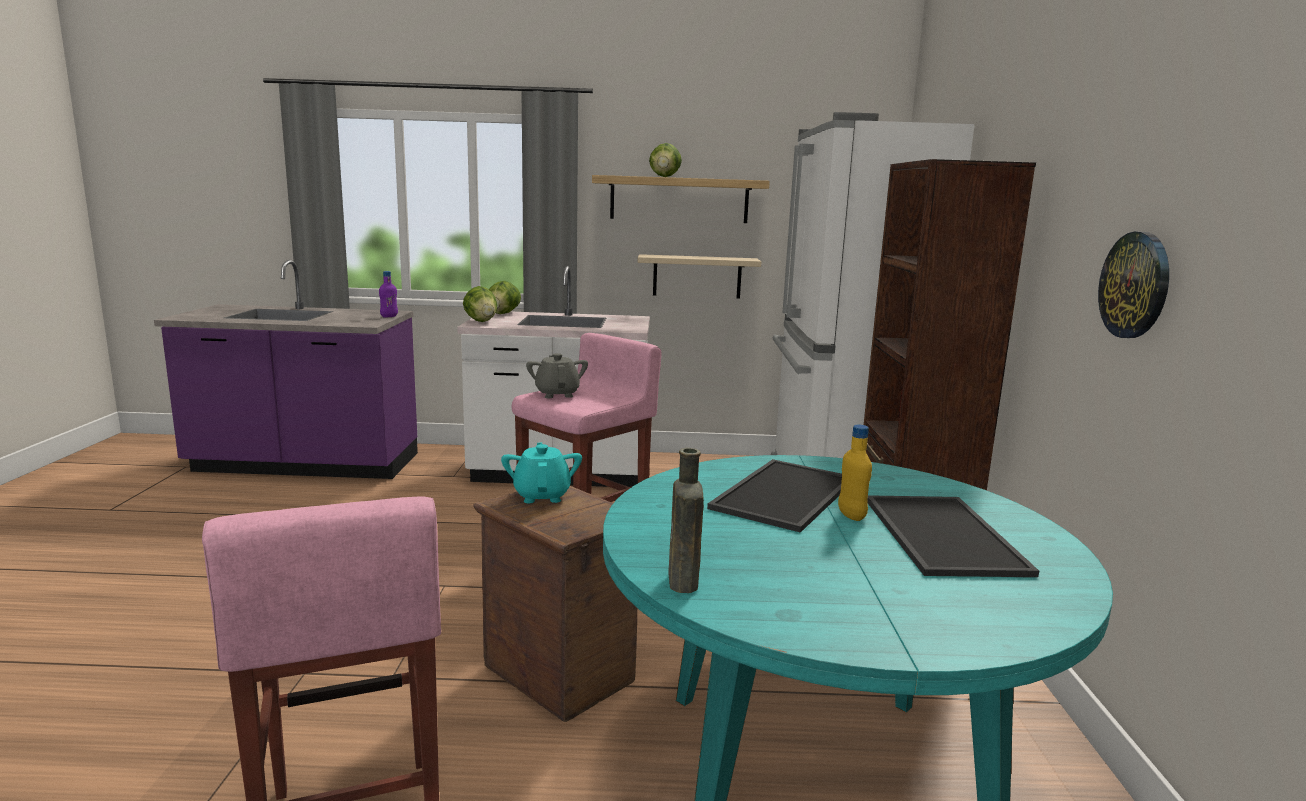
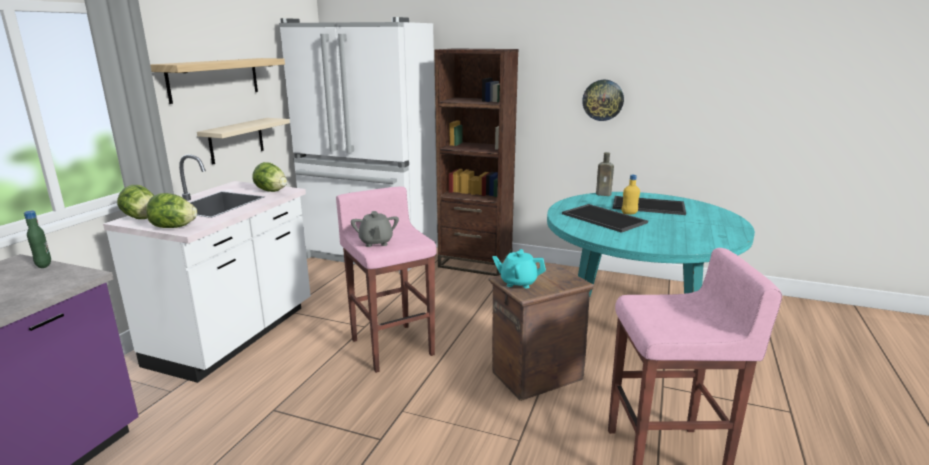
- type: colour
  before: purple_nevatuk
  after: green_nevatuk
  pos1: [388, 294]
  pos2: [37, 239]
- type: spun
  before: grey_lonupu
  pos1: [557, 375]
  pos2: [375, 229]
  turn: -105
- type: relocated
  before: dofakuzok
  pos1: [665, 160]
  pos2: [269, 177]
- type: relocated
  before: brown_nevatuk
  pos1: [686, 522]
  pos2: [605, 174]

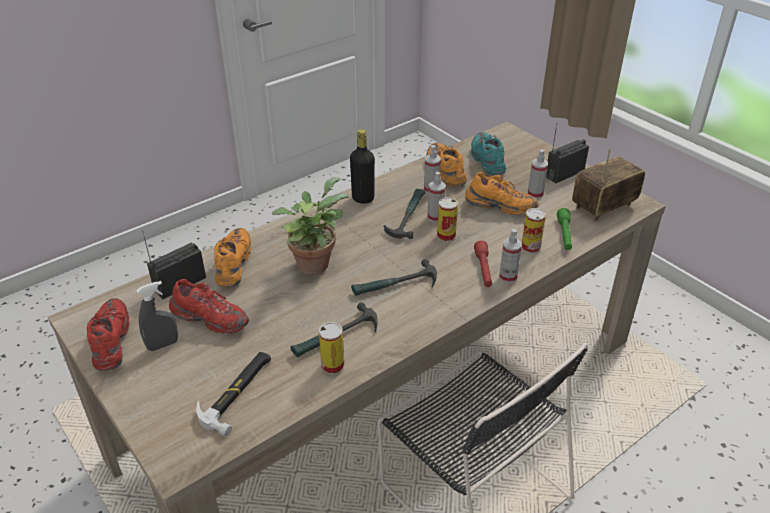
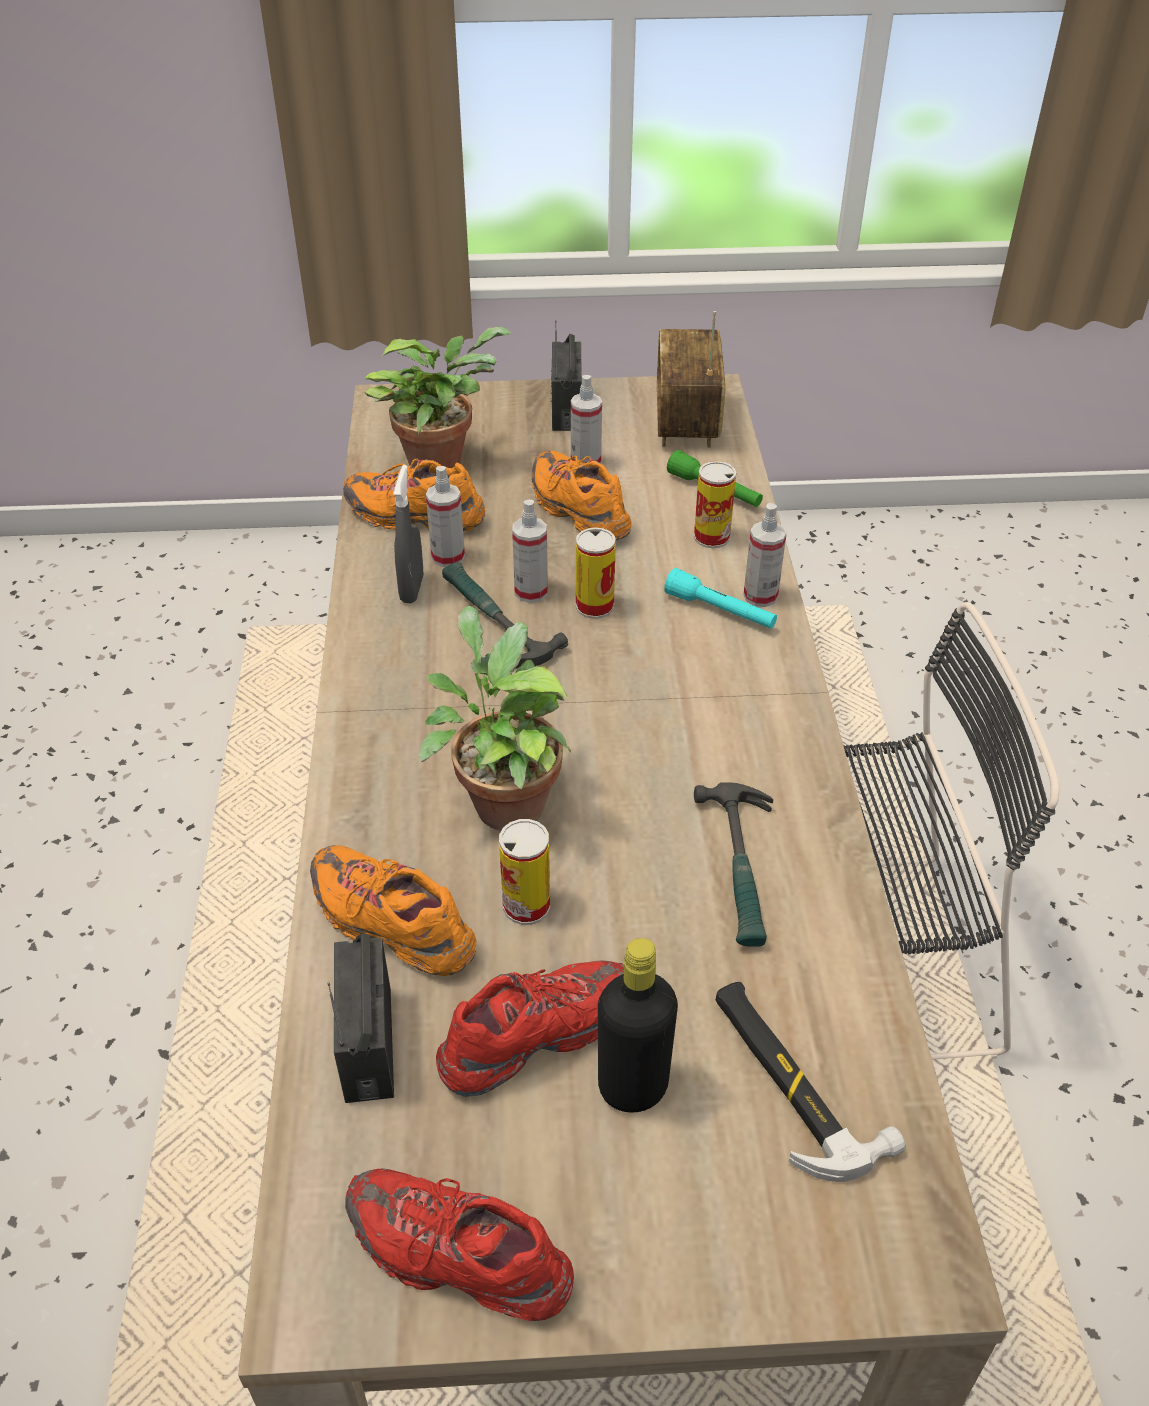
- type: relocated
  before: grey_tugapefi
  pos1: [157, 316]
  pos2: [408, 534]
- type: relocated
  before: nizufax
  pos1: [331, 348]
  pos2: [524, 872]
- type: relocated
  before: black_nevatuk
  pos1: [362, 166]
  pos2: [638, 1025]
- type: missing
  before: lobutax
  pos1: [394, 277]
- type: spun
  before: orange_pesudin
  pos1: [502, 193]
  pos2: [581, 495]
  turn: -90
- type: exchanged
  before: turquoise_pesudin
  after: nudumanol
  pos1: [488, 153]
  pos2: [438, 398]
- type: colour
  before: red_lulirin
  after: turquoise_lulirin
  pos1: [483, 263]
  pos2: [720, 598]

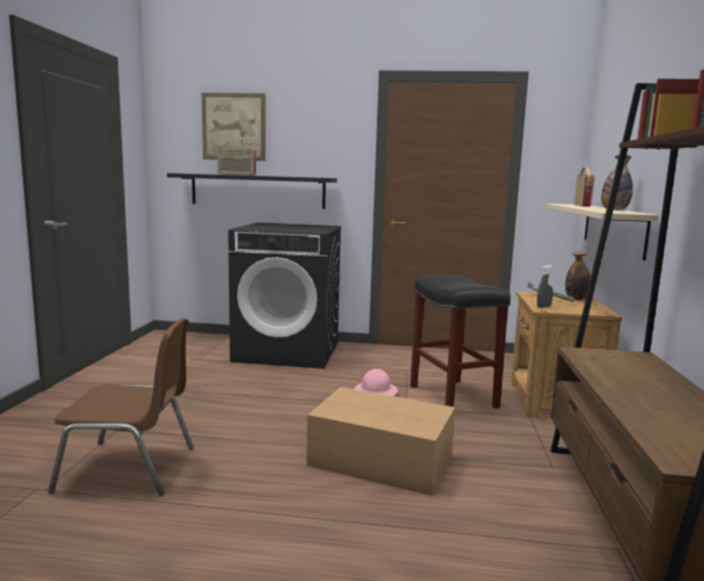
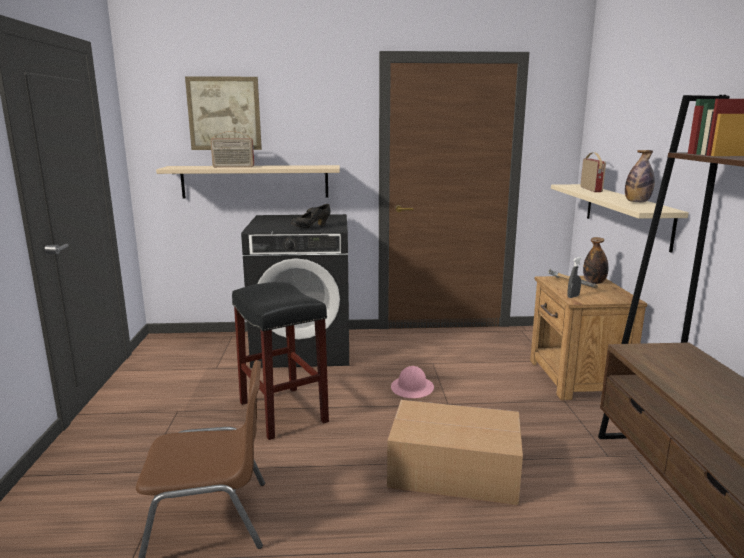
- type: colour
  before: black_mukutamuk
  after: beige_mukutamuk
  pos1: [252, 191]
  pos2: [248, 182]
- type: relocated
  before: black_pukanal
  pos1: [460, 342]
  pos2: [280, 361]
- type: appeared
  after: black_pesudin
  pos2: [310, 216]

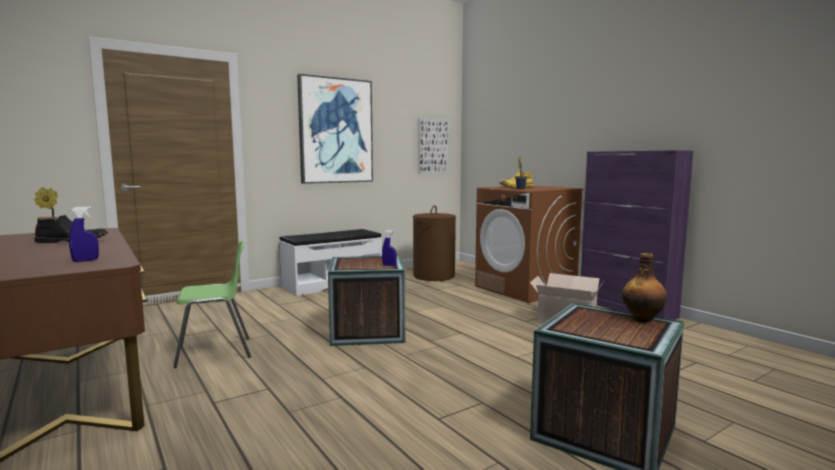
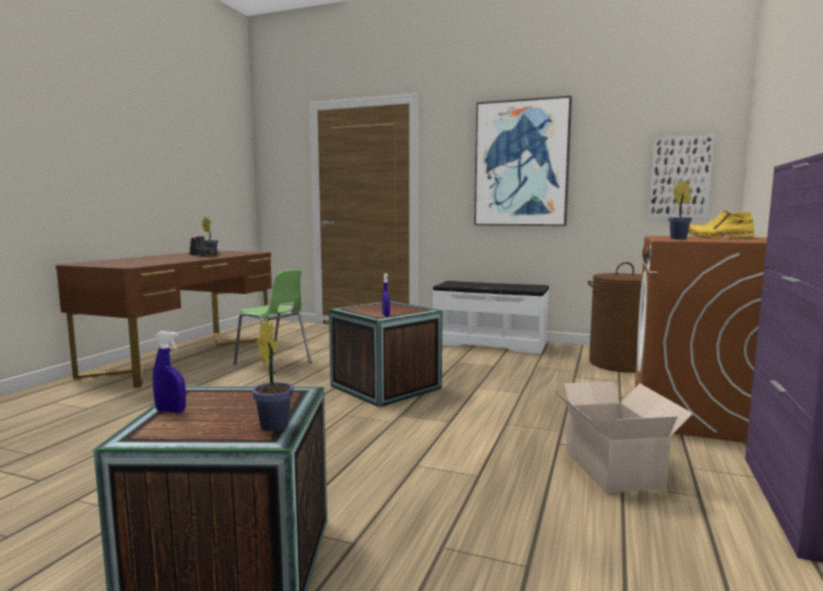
- type: relocated
  before: blue_tugapefi
  pos1: [84, 234]
  pos2: [169, 372]
- type: exchanged
  before: nevatuk
  after: nudumanol
  pos1: [644, 287]
  pos2: [272, 375]

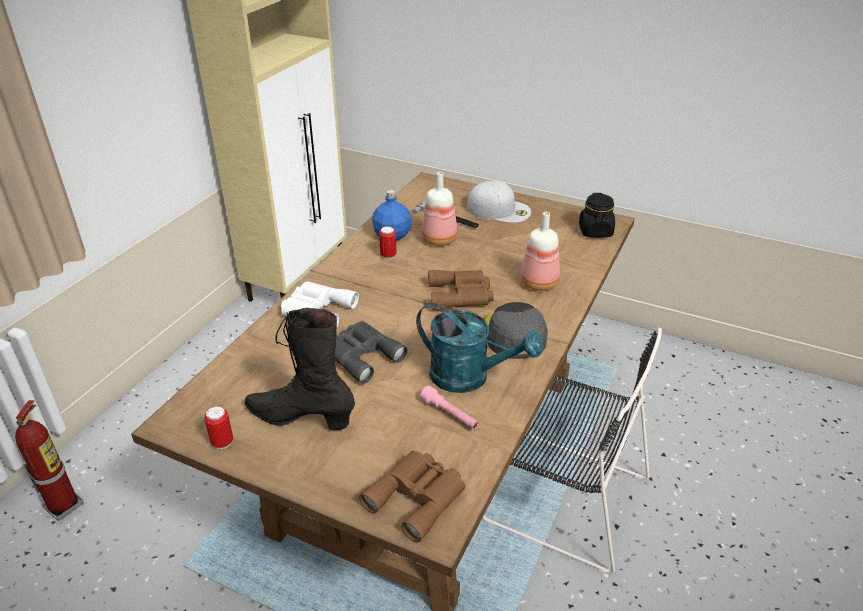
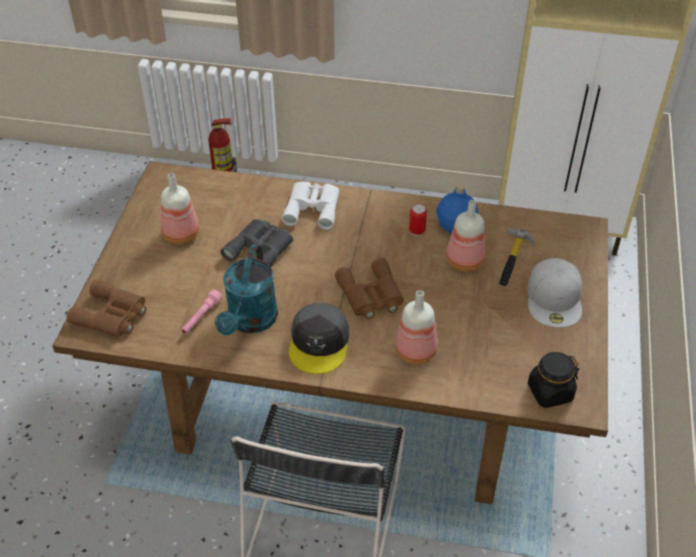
- type: missing
  before: nizufax
  pos1: [218, 427]
- type: exchanged
  before: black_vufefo
  after: nevatuk
  pos1: [300, 369]
  pos2: [180, 208]
- type: spun
  before: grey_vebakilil
  pos1: [516, 330]
  pos2: [319, 338]
  turn: 120

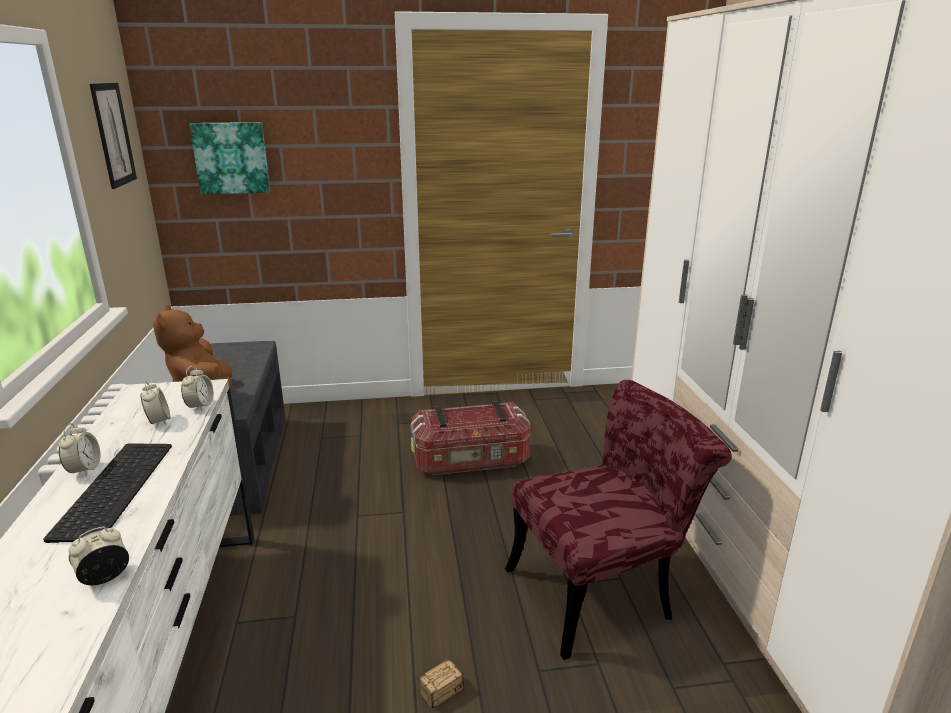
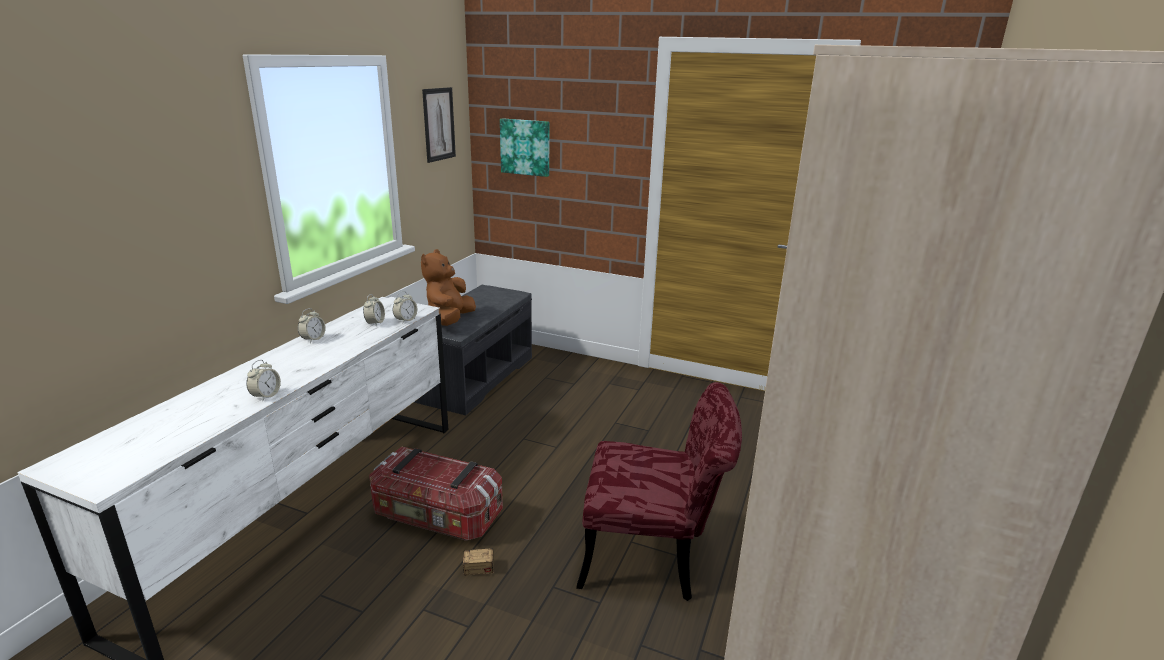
- type: missing
  before: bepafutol
  pos1: [107, 493]
- type: spun
  before: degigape
  pos1: [99, 556]
  pos2: [263, 380]
  turn: 120
- type: relocated
  before: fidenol
  pos1: [470, 438]
  pos2: [436, 493]

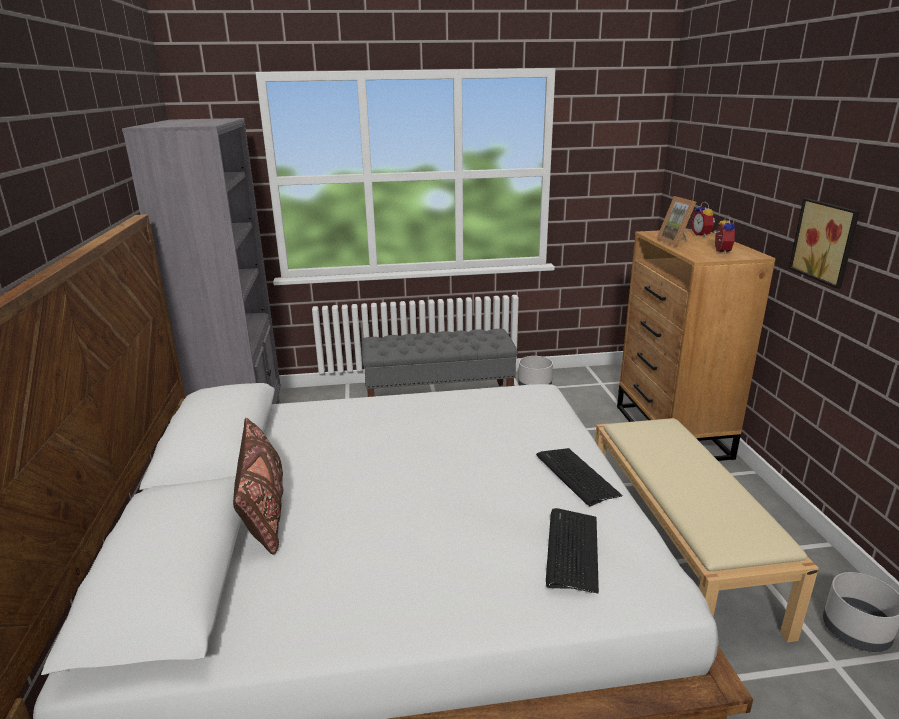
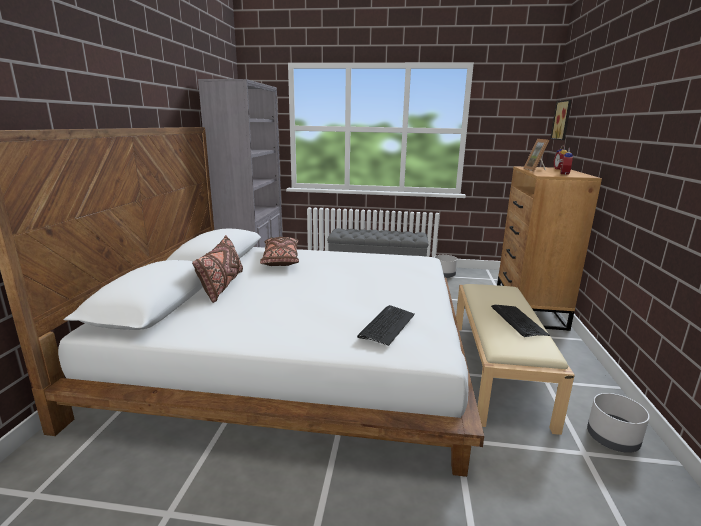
- type: relocated
  before: bepafutol
  pos1: [579, 477]
  pos2: [520, 321]
- type: relocated
  before: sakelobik
  pos1: [824, 243]
  pos2: [561, 120]
- type: appeared
  after: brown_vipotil
  pos2: [279, 251]

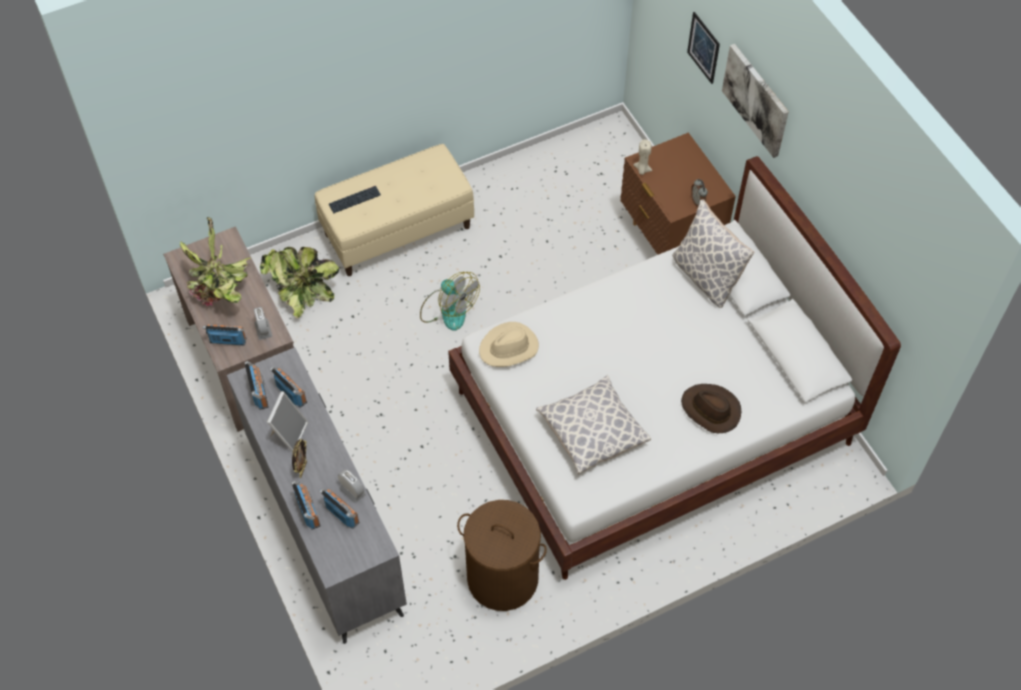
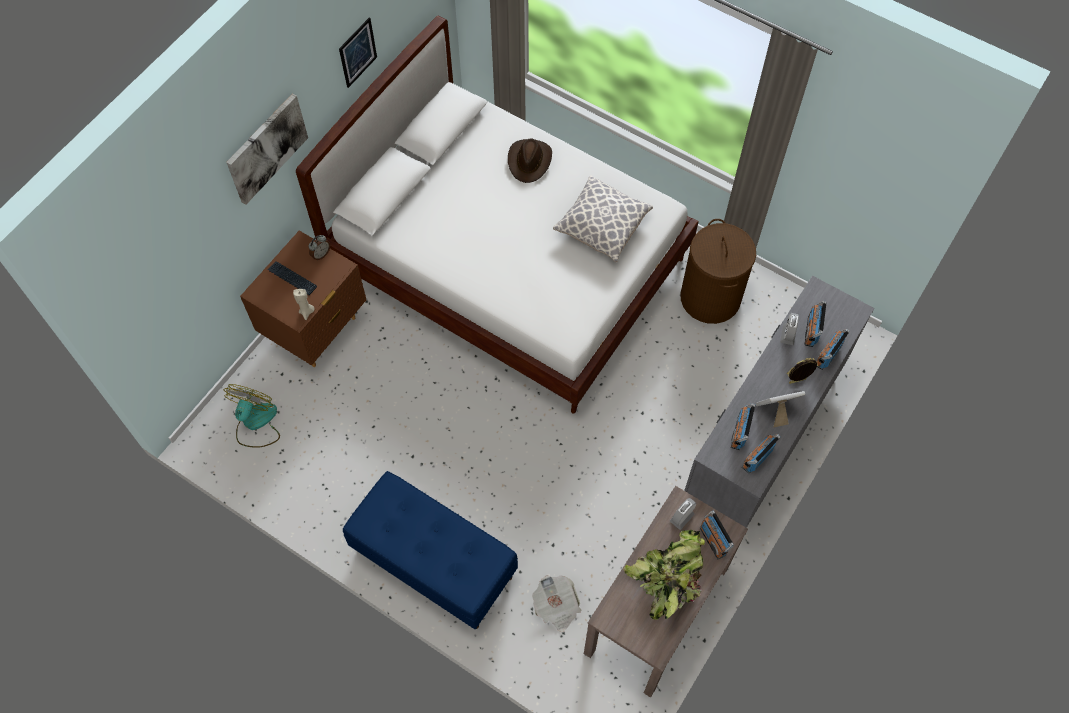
- type: exchanged
  before: nudumanol
  after: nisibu
  pos1: [299, 282]
  pos2: [556, 603]
- type: colour
  before: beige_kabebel
  after: blue_kabebel
  pos1: [394, 210]
  pos2: [430, 550]
- type: relocated
  before: bepafutol
  pos1: [355, 199]
  pos2: [292, 278]
- type: relocated
  before: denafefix
  pos1: [450, 301]
  pos2: [251, 416]
- type: missing
  before: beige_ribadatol
  pos1: [509, 344]
- type: missing
  before: vipotil
  pos1: [713, 253]
- type: relocated
  before: sakelobik
  pos1: [703, 48]
  pos2: [358, 52]

